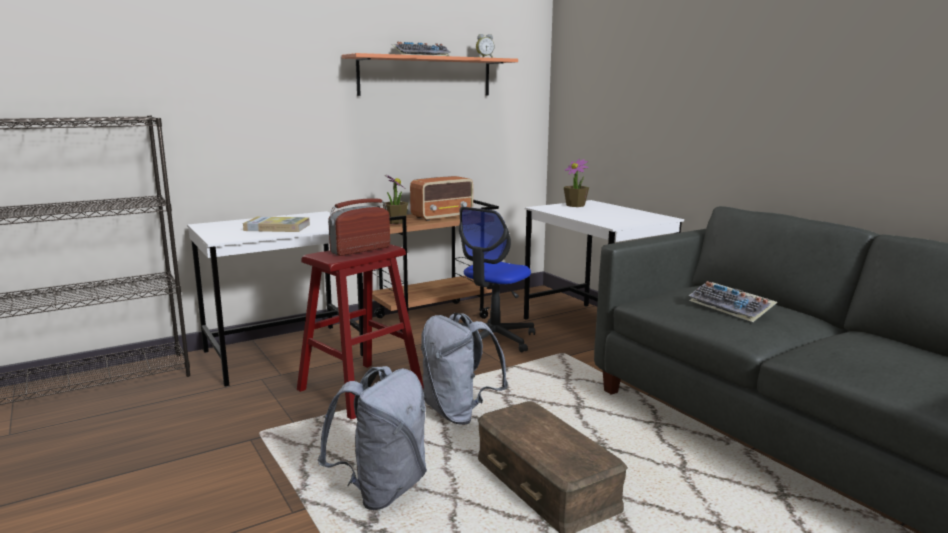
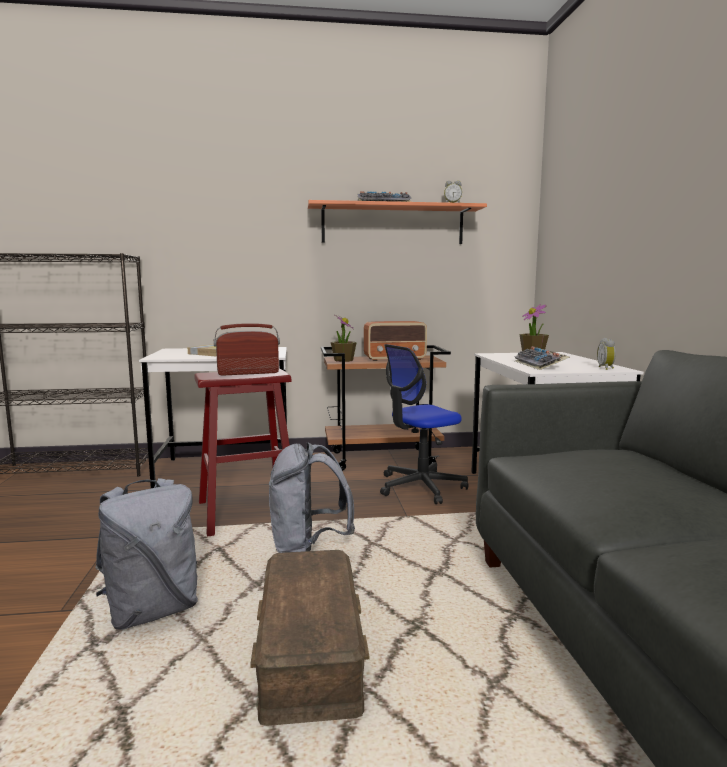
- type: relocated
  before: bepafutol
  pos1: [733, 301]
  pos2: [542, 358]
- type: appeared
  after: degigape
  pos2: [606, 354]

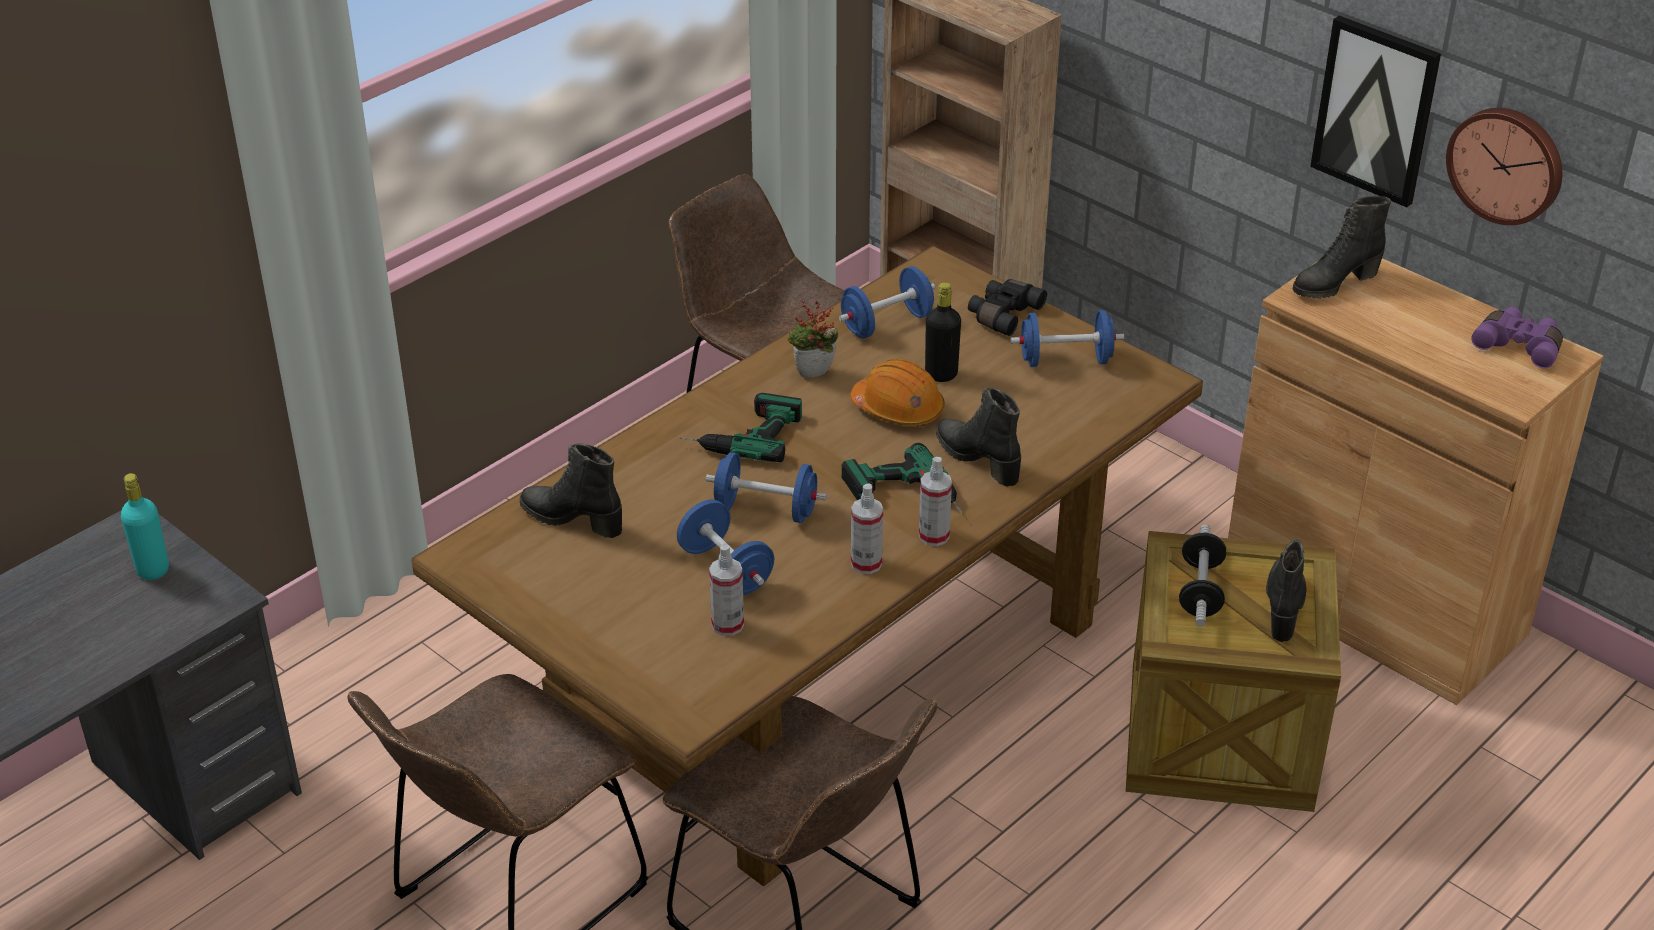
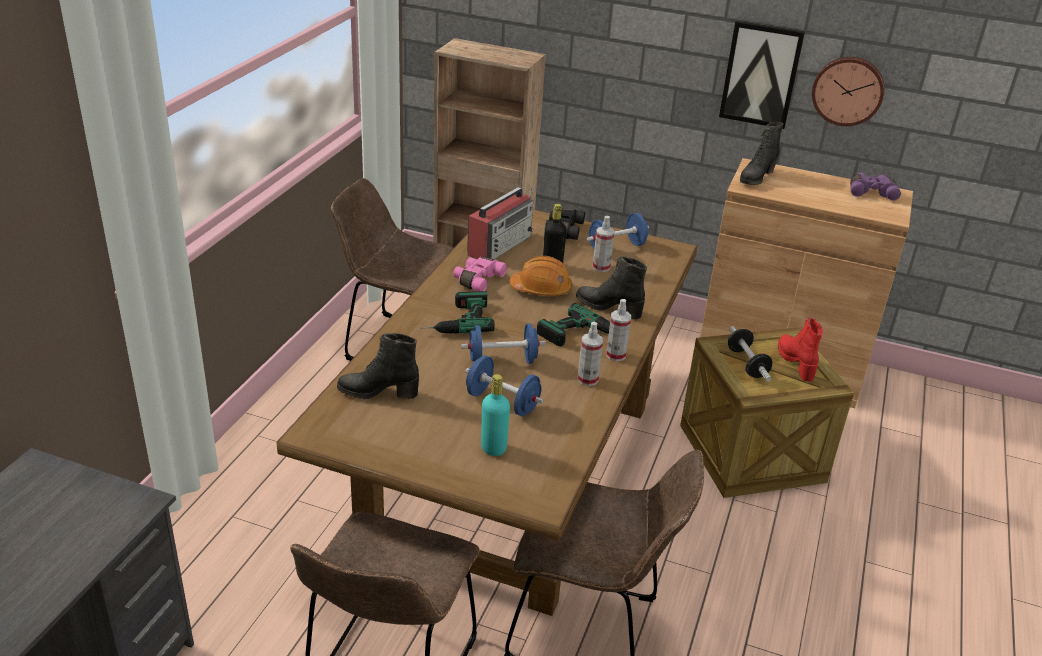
- type: relocated
  before: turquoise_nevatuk
  pos1: [145, 526]
  pos2: [495, 415]
- type: relocated
  before: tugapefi
  pos1: [726, 590]
  pos2: [604, 244]
- type: exchanged
  before: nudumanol
  after: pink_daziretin
  pos1: [813, 339]
  pos2: [480, 274]
- type: exchanged
  before: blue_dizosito
  after: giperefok
  pos1: [886, 302]
  pos2: [500, 223]
- type: colour
  before: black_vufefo
  after: red_vufefo
  pos1: [1286, 590]
  pos2: [800, 349]

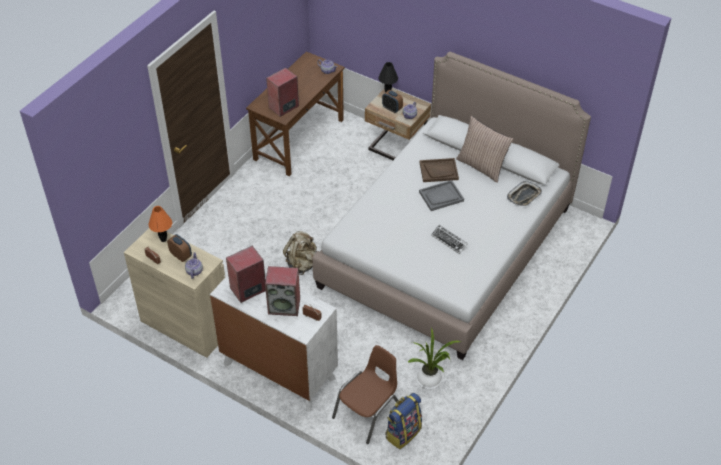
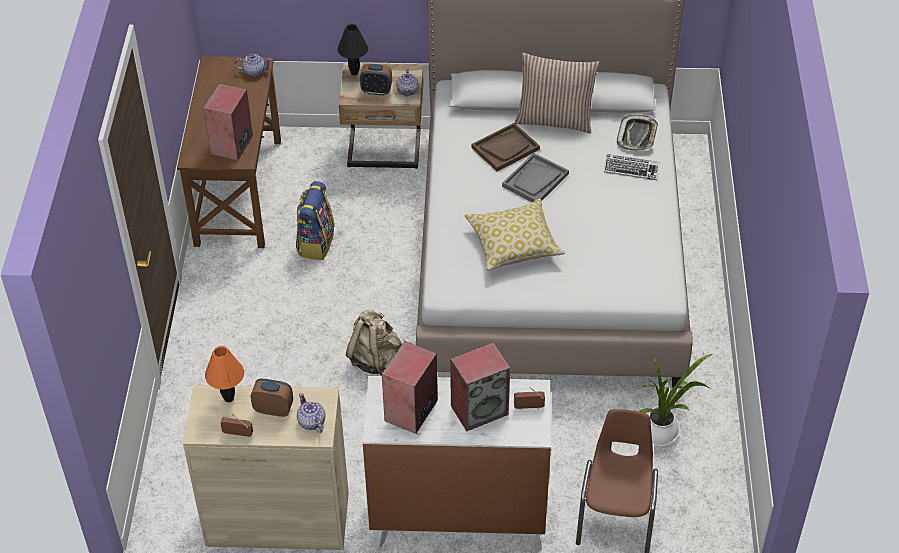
- type: relocated
  before: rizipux
  pos1: [404, 421]
  pos2: [315, 220]
- type: relocated
  before: bepafutol
  pos1: [449, 239]
  pos2: [632, 167]
- type: appeared
  after: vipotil
  pos2: [514, 235]

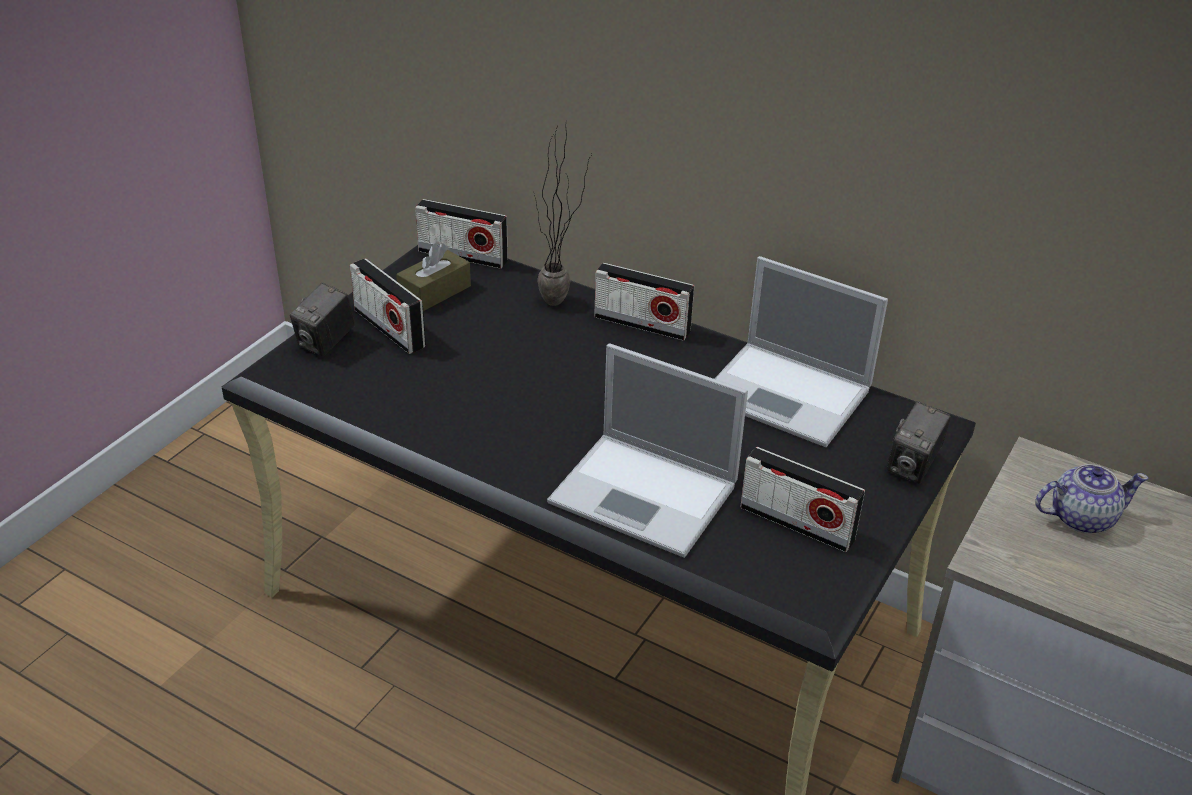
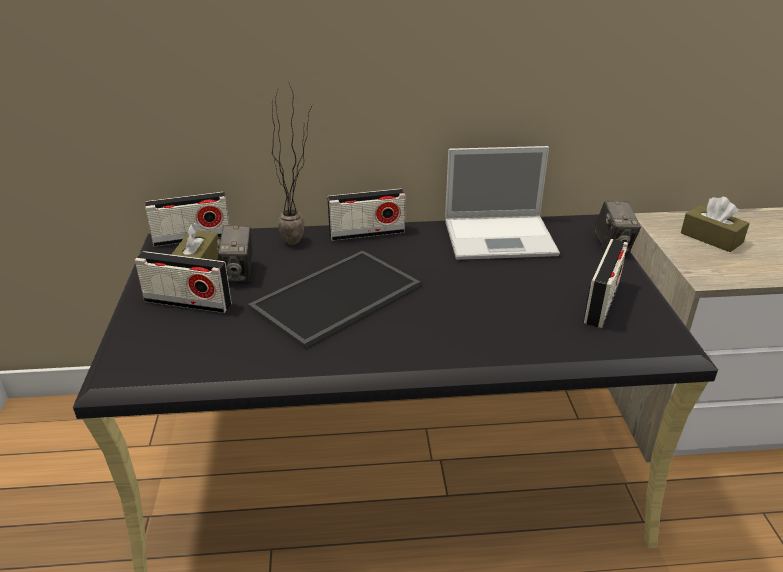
- type: relocated
  before: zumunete
  pos1: [322, 319]
  pos2: [235, 253]
- type: missing
  before: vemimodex
  pos1: [647, 450]
- type: spun
  before: giperefok
  pos1: [802, 499]
  pos2: [605, 283]
  turn: -60
- type: exchanged
  before: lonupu
  after: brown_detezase
  pos1: [1092, 498]
  pos2: [715, 224]
- type: appeared
  after: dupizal
  pos2: [334, 299]

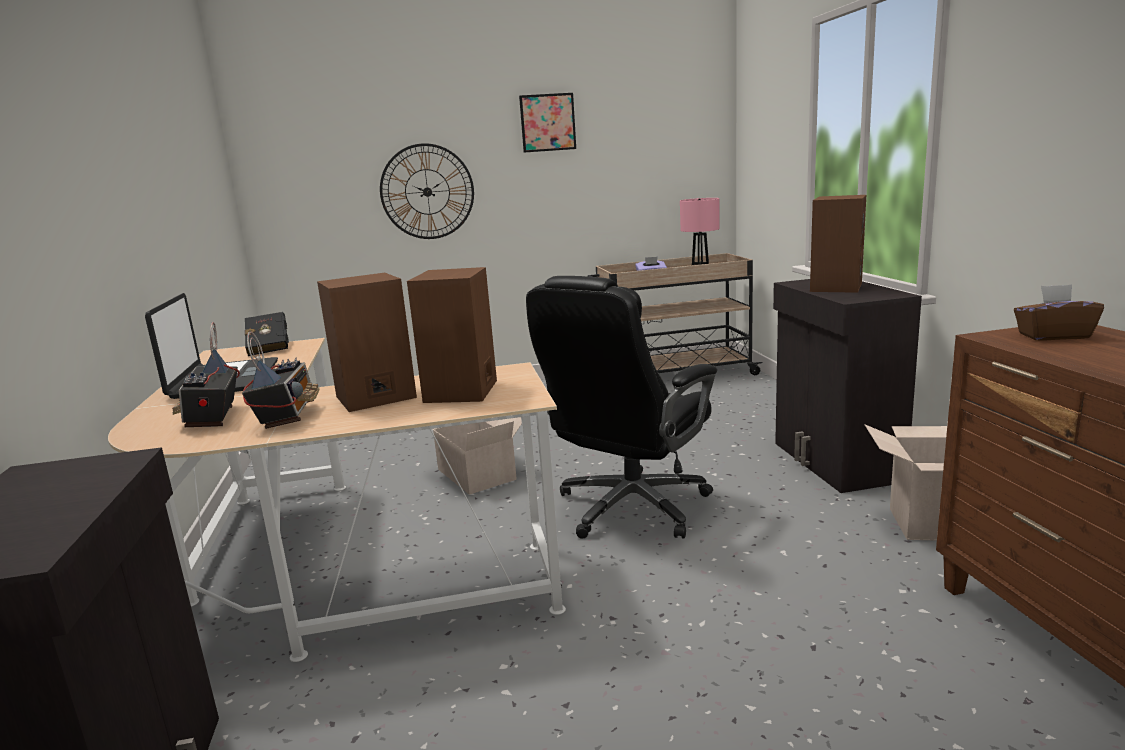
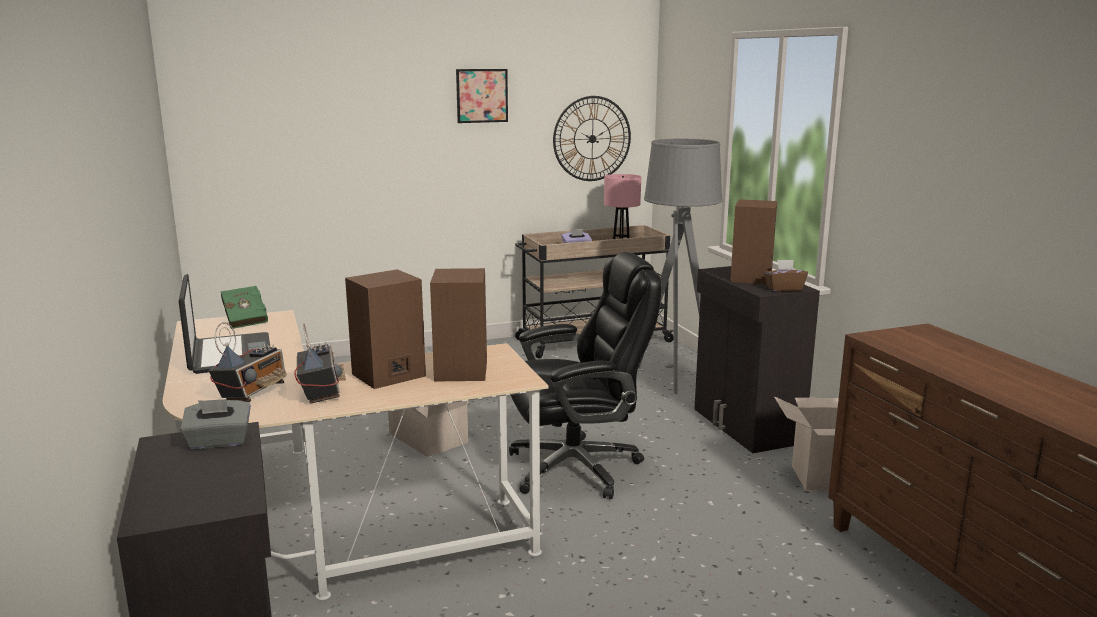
- type: spun
  before: giperefok
  pos1: [206, 374]
  pos2: [248, 362]
  turn: -135
- type: colour
  before: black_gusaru
  after: green_gusaru
  pos1: [267, 334]
  pos2: [244, 307]
- type: relocated
  before: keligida
  pos1: [427, 191]
  pos2: [592, 138]
- type: spun
  before: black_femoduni
  pos1: [621, 407]
  pos2: [585, 375]
  turn: -135
- type: relocated
  before: brown_detezase
  pos1: [1059, 312]
  pos2: [786, 276]
- type: appeared
  after: grey_detezase
  pos2: [215, 424]
- type: appeared
  after: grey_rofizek
  pos2: [680, 266]

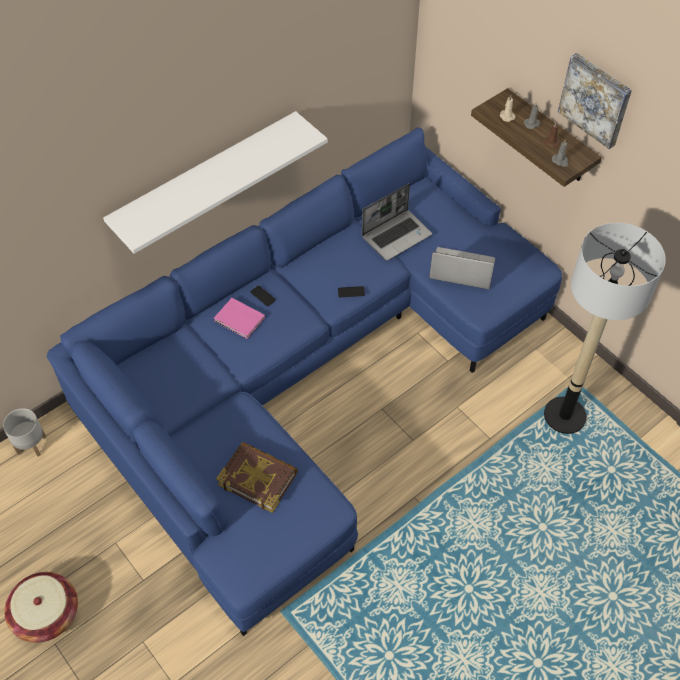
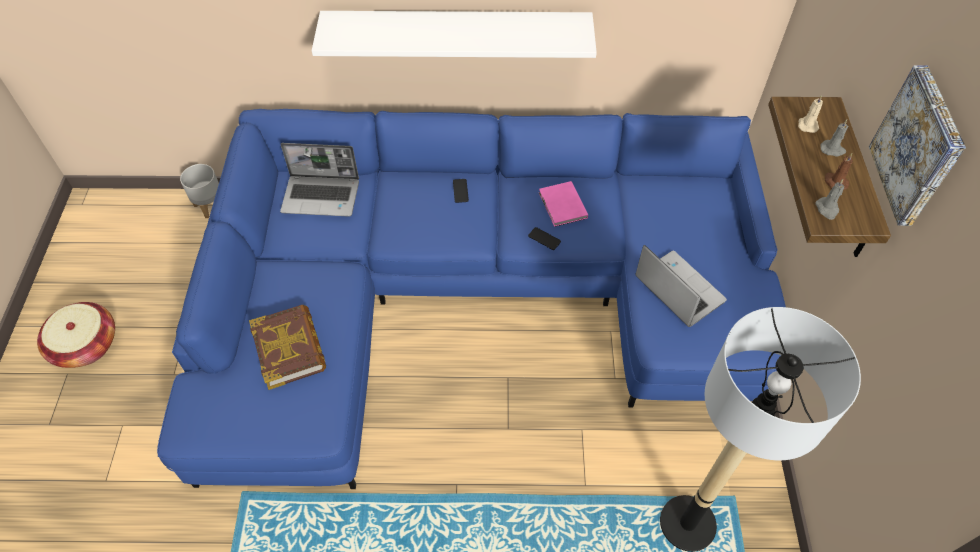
- type: relocated
  before: pink_gusaru
  pos1: [239, 318]
  pos2: [563, 204]
- type: relocated
  before: vemimodex
  pos1: [397, 222]
  pos2: [319, 180]

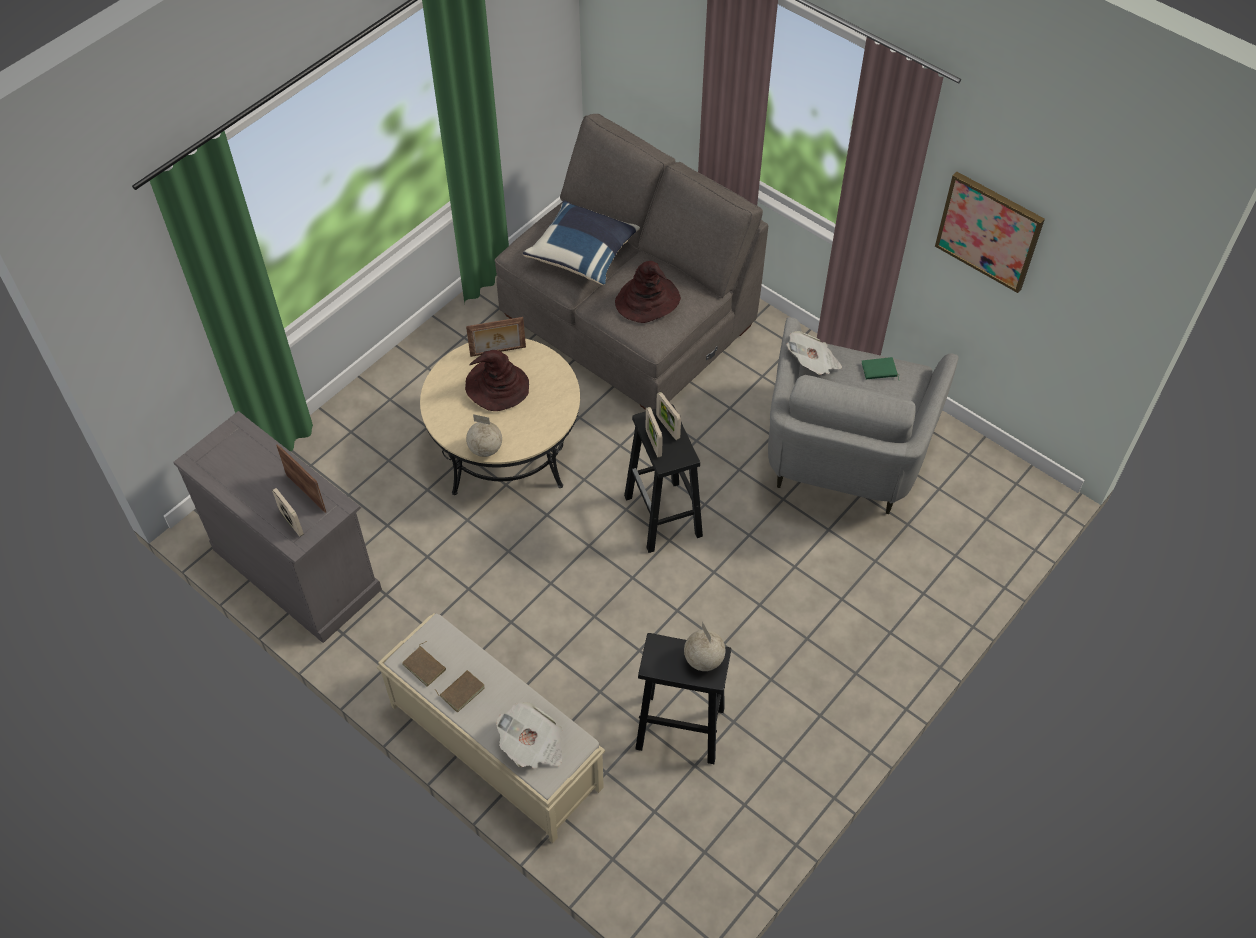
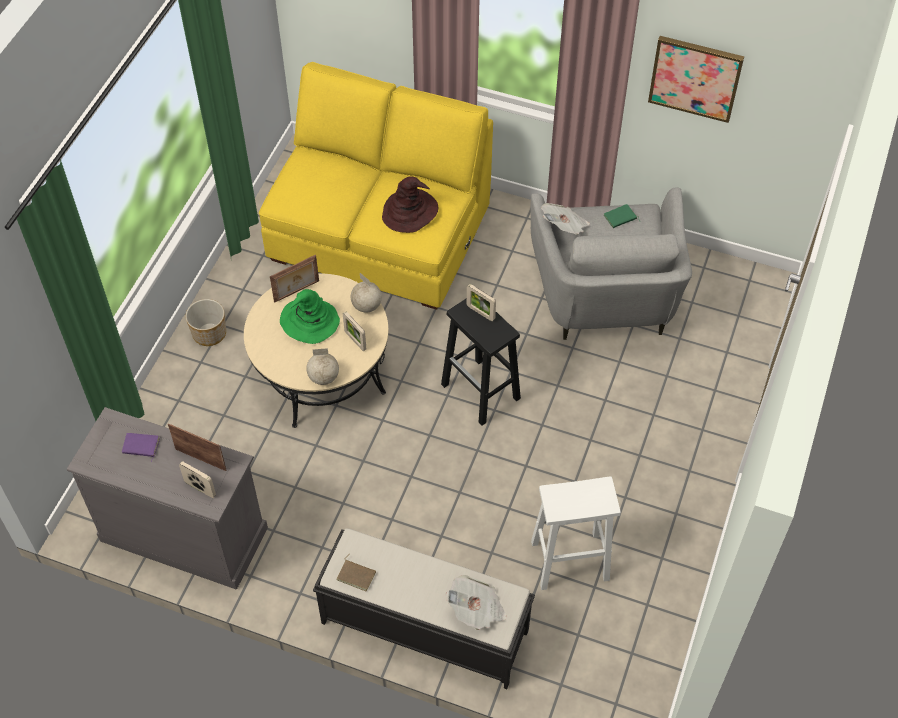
- type: colour
  before: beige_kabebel
  after: black_kabebel
  pos1: [491, 728]
  pos2: [424, 608]
- type: missing
  before: brown_gusaru
  pos1: [459, 691]
- type: colour
  before: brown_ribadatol
  after: green_ribadatol
  pos1: [497, 380]
  pos2: [310, 316]
- type: colour
  before: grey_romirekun
  after: yellow_romirekun
  pos1: [631, 262]
  pos2: [376, 186]
- type: missing
  before: blue_vipotil
  pos1: [581, 242]
- type: colour
  before: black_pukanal
  after: white_pukanal
  pos1: [683, 698]
  pos2: [576, 533]
- type: relocated
  before: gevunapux
  pos1: [654, 432]
  pos2: [354, 331]
- type: relocated
  before: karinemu
  pos1: [704, 646]
  pos2: [366, 293]
- type: appeared
  after: purple_gusaru
  pos2: [141, 447]
- type: appeared
  after: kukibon
  pos2: [205, 322]

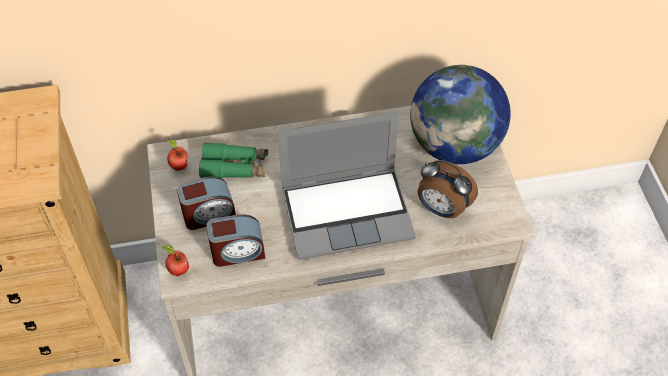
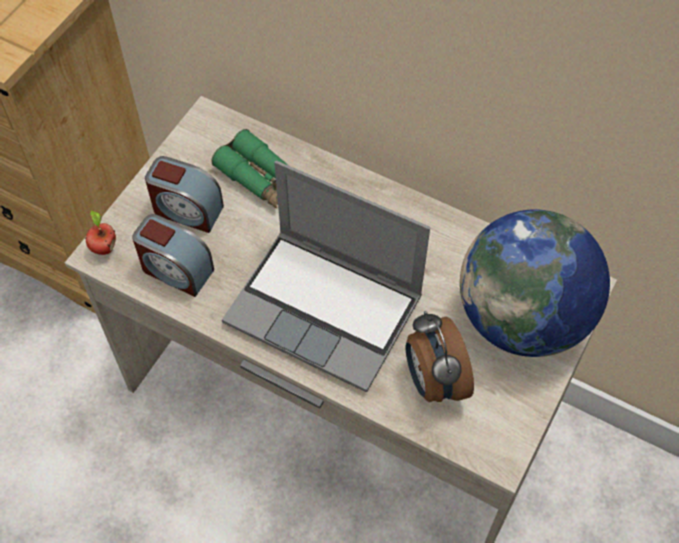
- type: missing
  before: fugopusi
  pos1: [177, 155]

